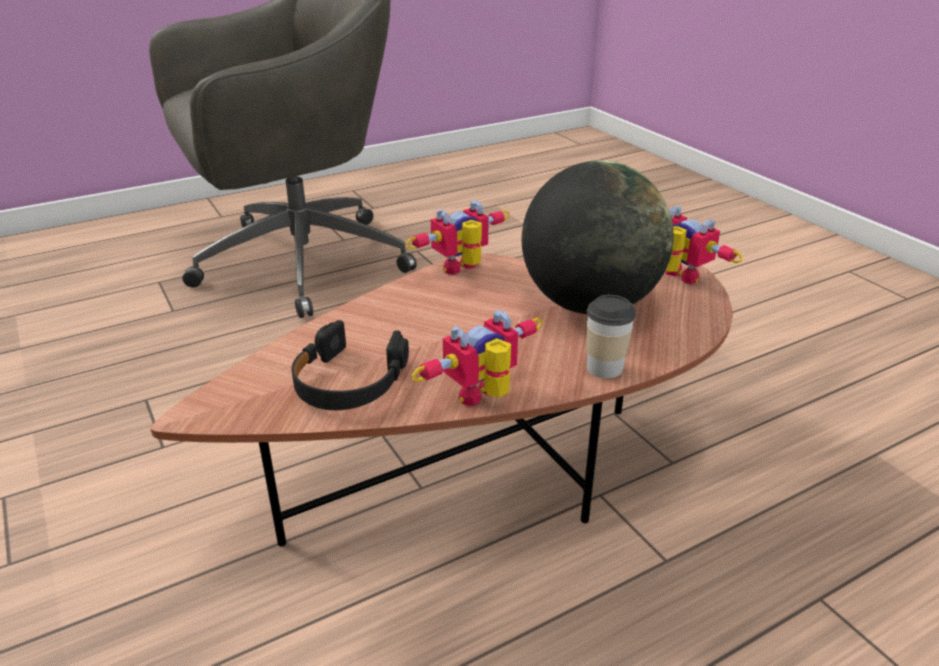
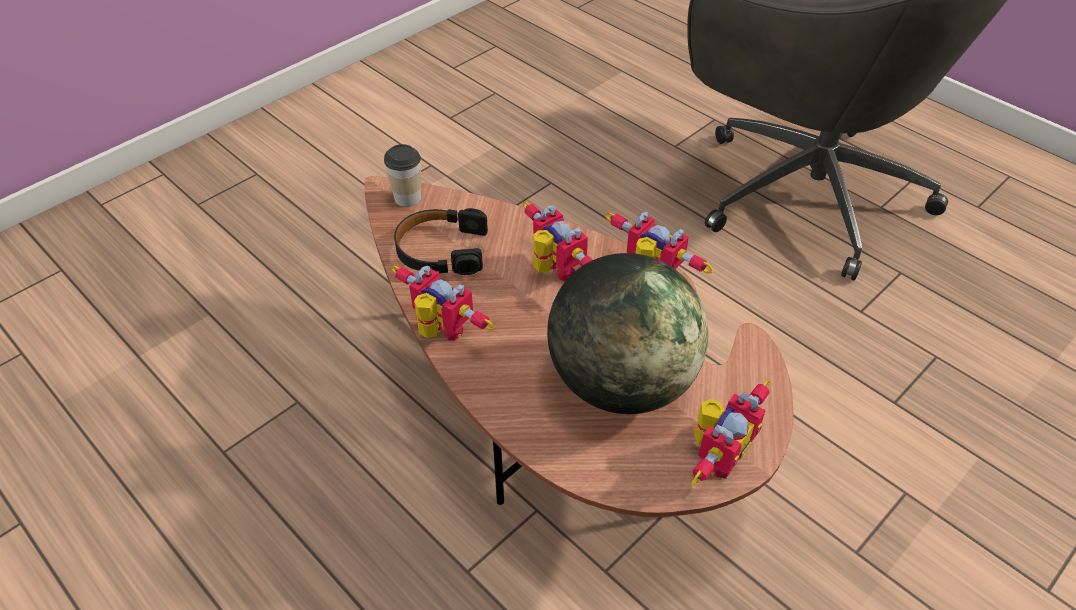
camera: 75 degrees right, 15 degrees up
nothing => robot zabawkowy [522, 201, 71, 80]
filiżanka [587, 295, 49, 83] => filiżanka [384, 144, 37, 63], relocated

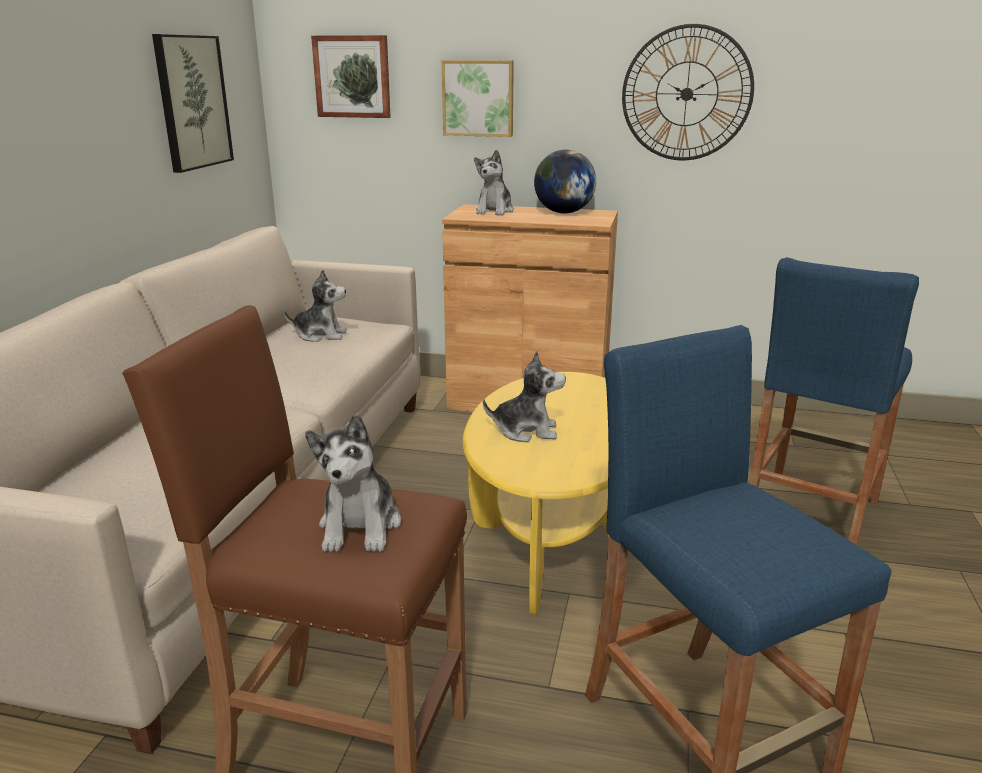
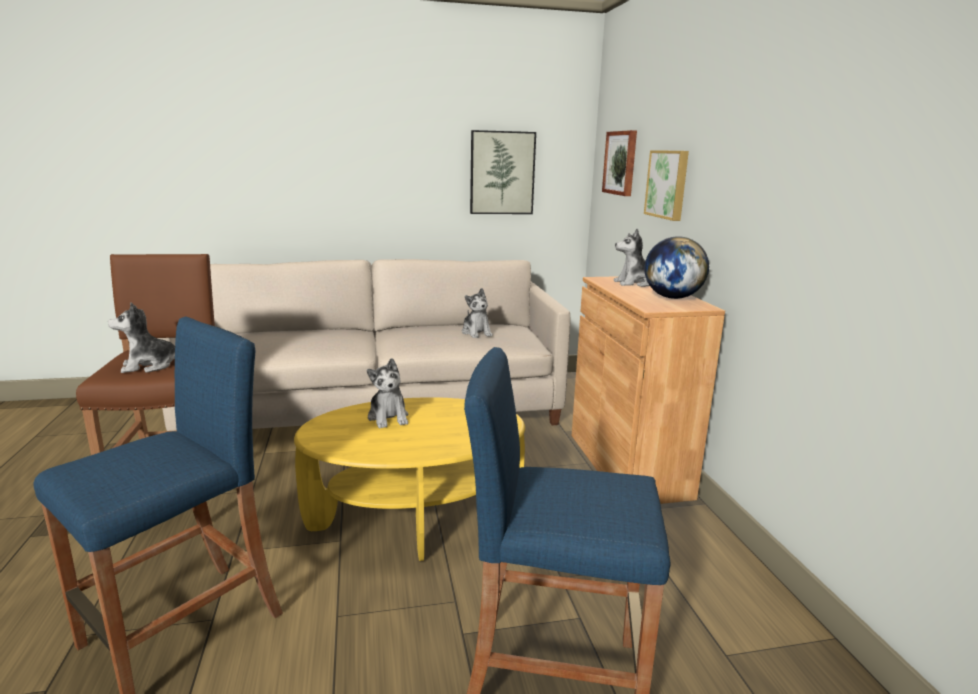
camera: 65 degrees right, 5 degrees down
zegar ścienny [622, 24, 132, 136] => nothing

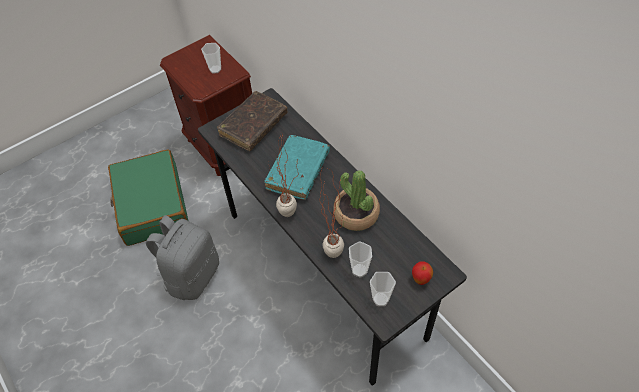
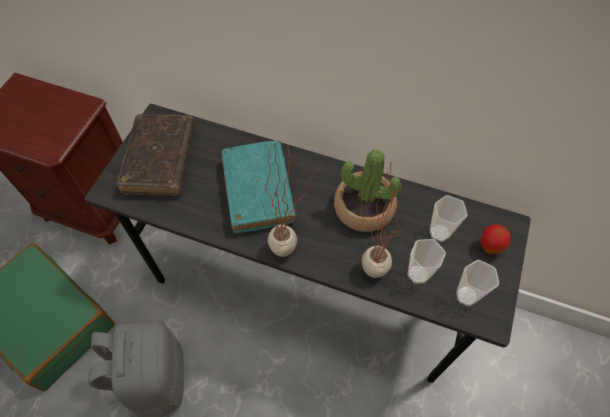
camera: 35 degrees left, 5 degrees up
filiżanka [201, 43, 20, 30] => filiżanka [430, 195, 38, 47], relocated

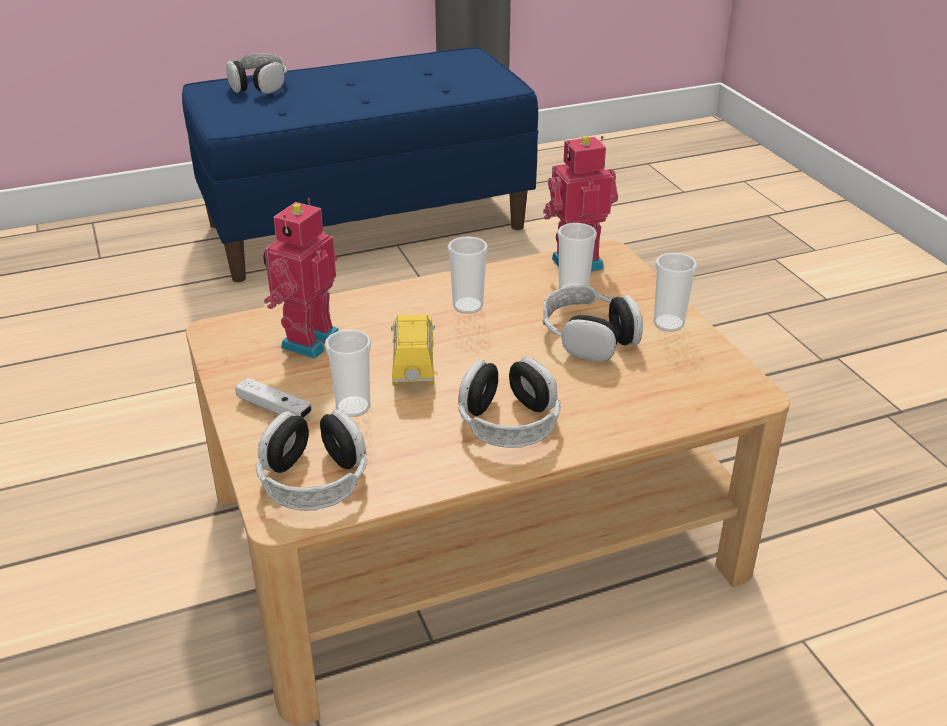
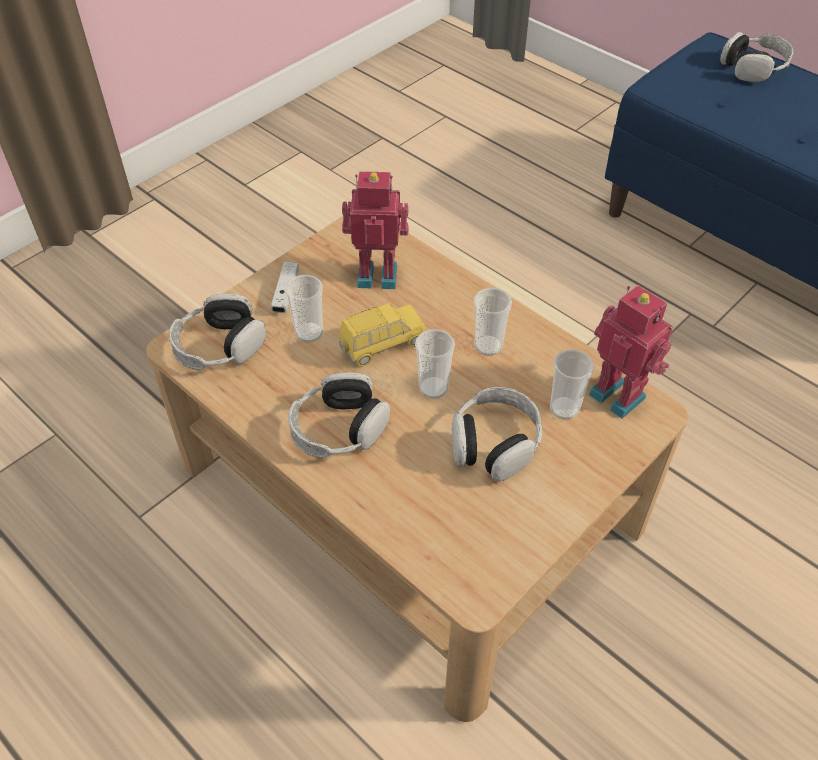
camera: 65 degrees right, 15 degrees up
filiżanka [653, 252, 44, 80] => filiżanka [415, 329, 40, 70], relocated

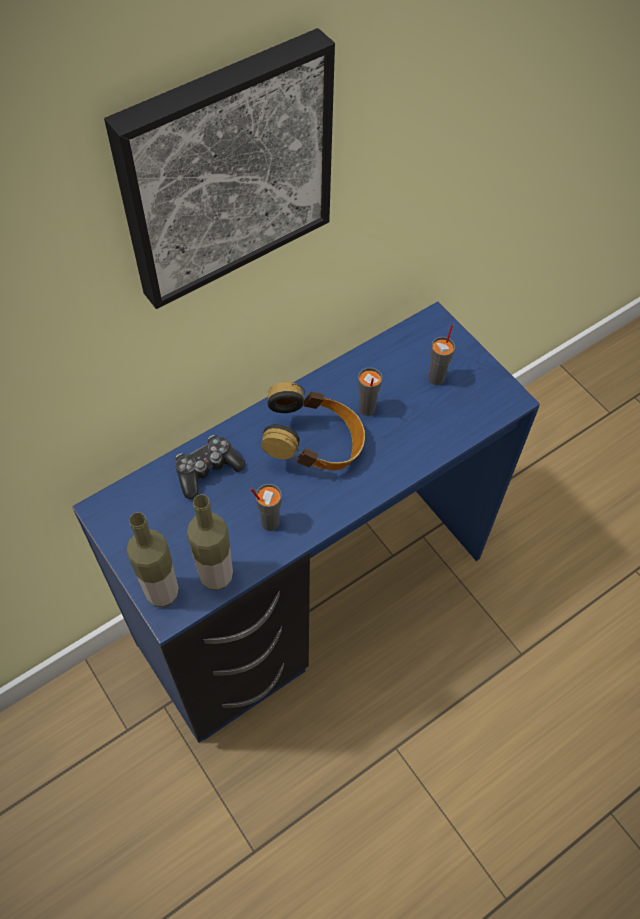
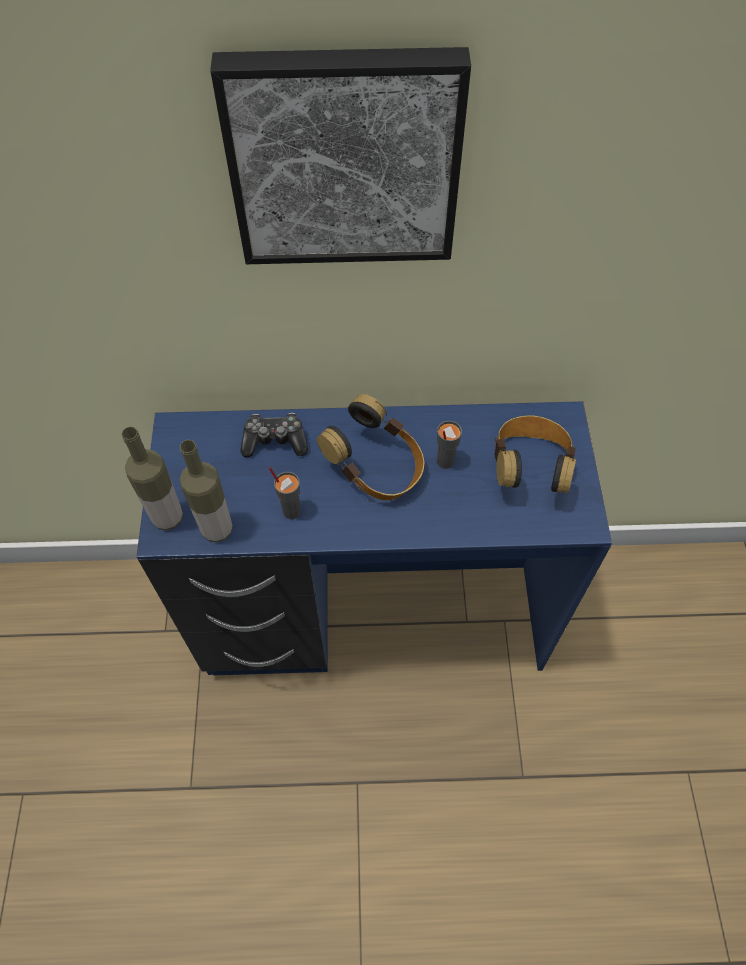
camera: 35 degrees right, 0 degrees up
filiżanka [szary] [428, 324, 27, 61] => słuchawki [494, 416, 82, 77]

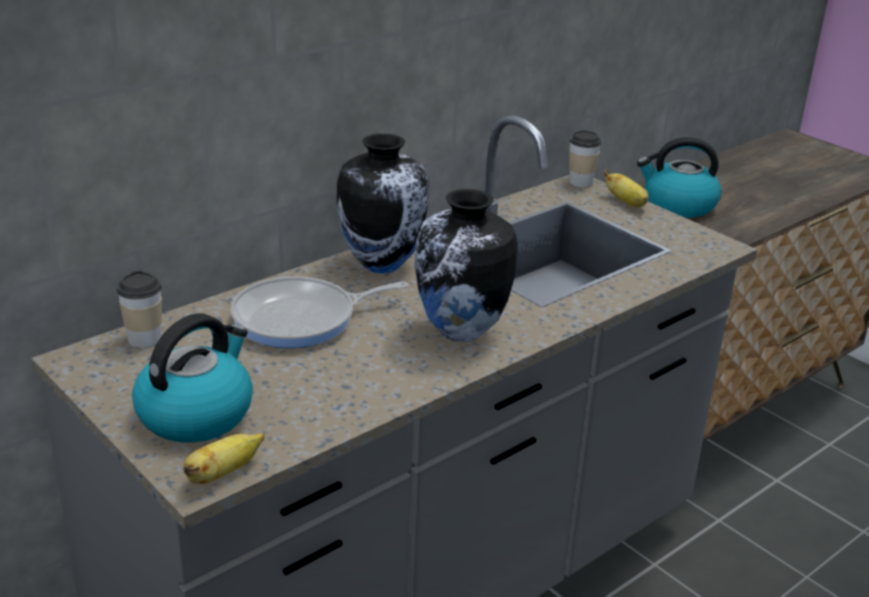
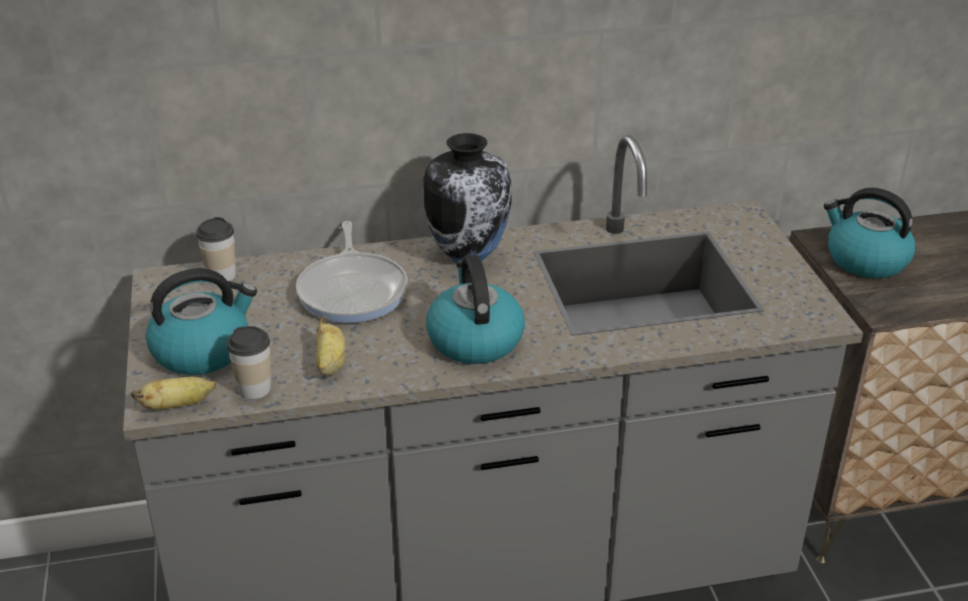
camera: 30 degrees right, 5 degrees up
filiżanka [569, 131, 33, 56] => filiżanka [227, 326, 44, 73], relocated
banan [604, 170, 45, 37] => banan [316, 316, 30, 60], relocated
wazon [415, 189, 103, 153] => czajnik [426, 255, 99, 109]
patelnia [231, 277, 177, 71] => patelnia [296, 221, 112, 102], 105 degrees counterclockwise

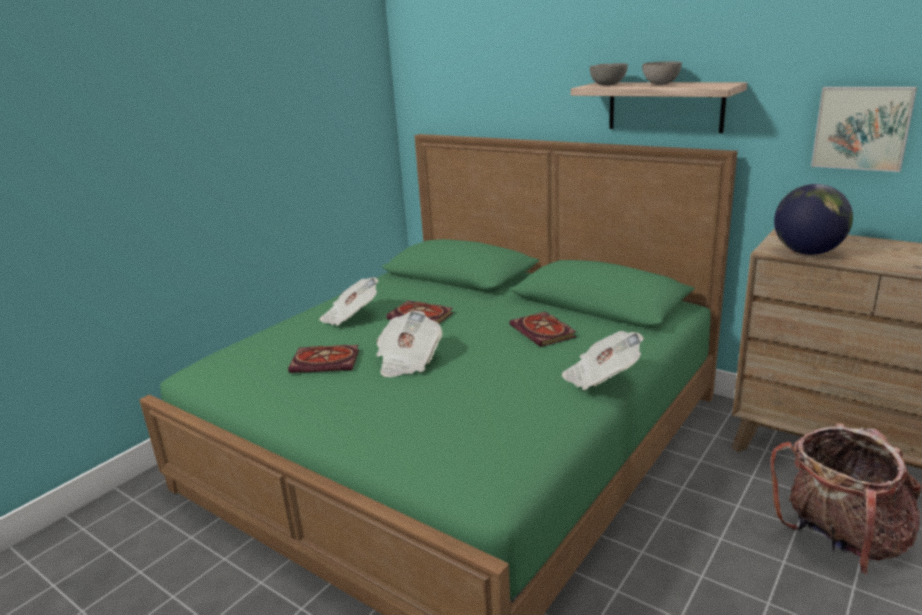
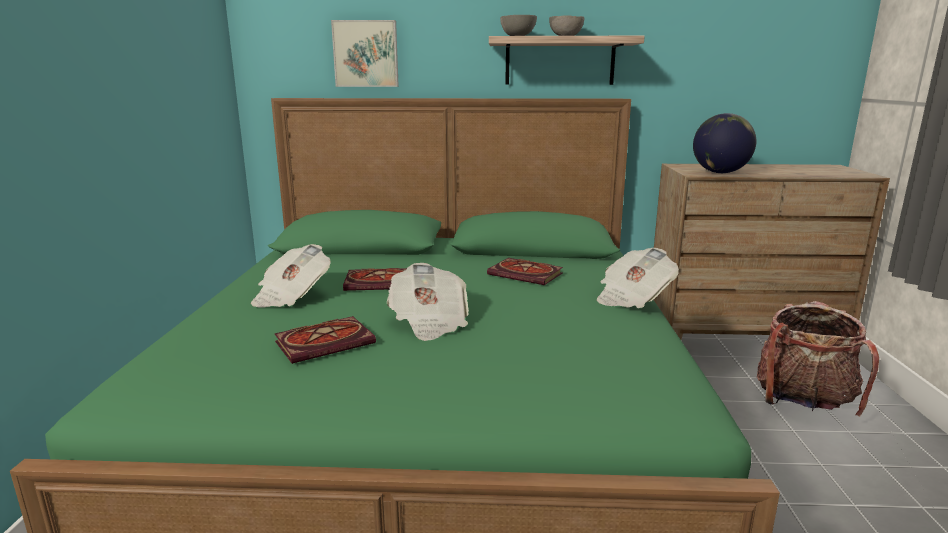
camera: 35 degrees left, 5 degrees down
obraz [811, 87, 106, 85] => obraz [331, 20, 68, 67], relocated

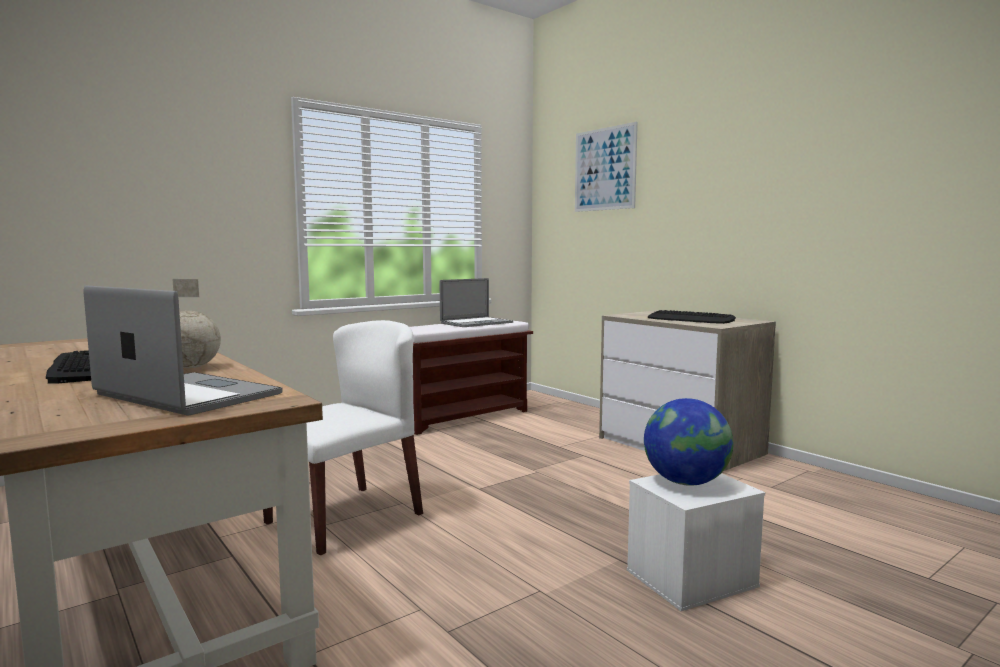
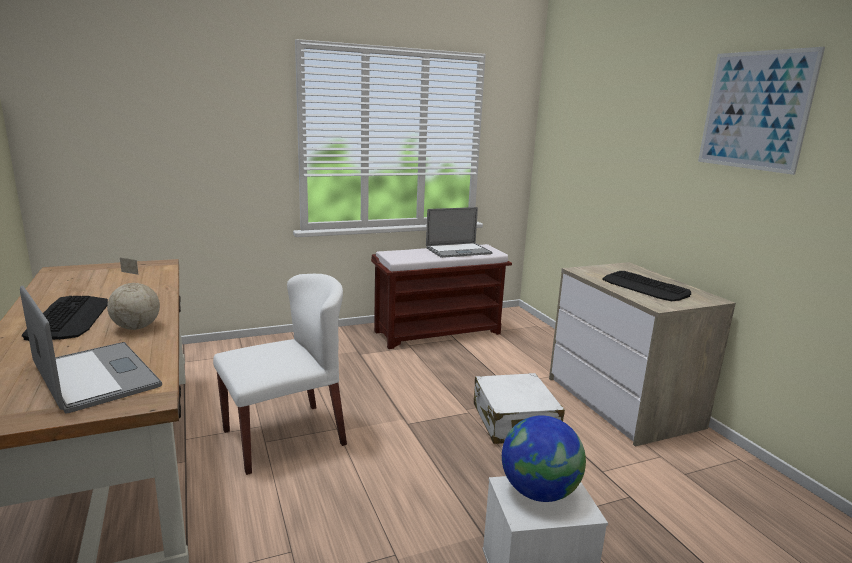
camera: 15 degrees right, 10 degrees up
nothing => walizka [biały] [474, 373, 91, 71]
obraz [575, 122, 63, 90] => obraz [698, 47, 127, 128], relocated

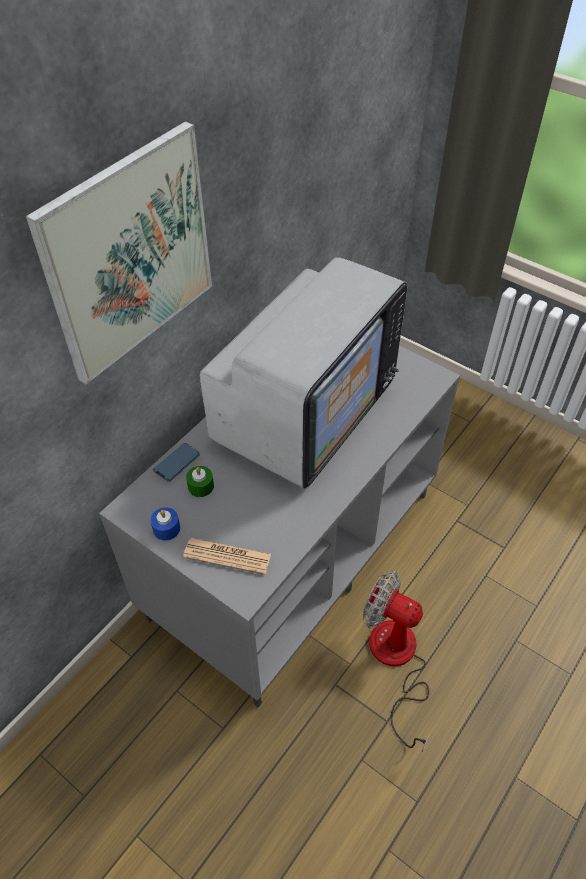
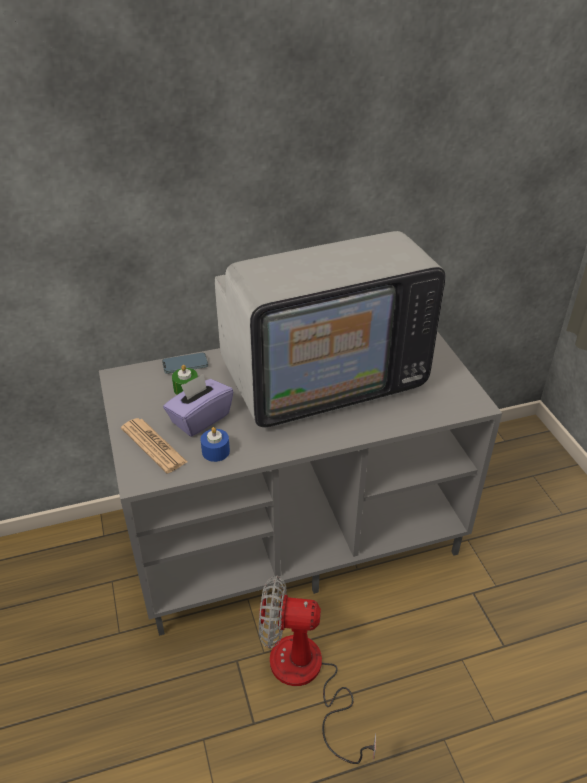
camera: 35 degrees right, 10 degrees down
obraz [26, 121, 186, 263] => nothing
nothing => pudełko chusteczek [fioletowy] [163, 374, 70, 63]
świeca [niebieski] [150, 507, 30, 33] => świeca [niebieski] [200, 427, 30, 35], relocated
wentylator [363, 570, 68, 181] => wentylator [259, 576, 117, 188], 60 degrees counterclockwise

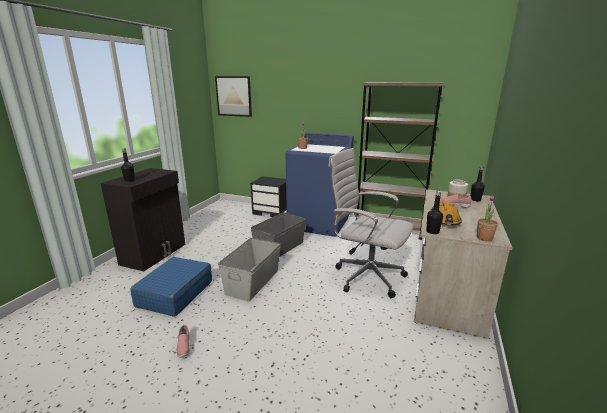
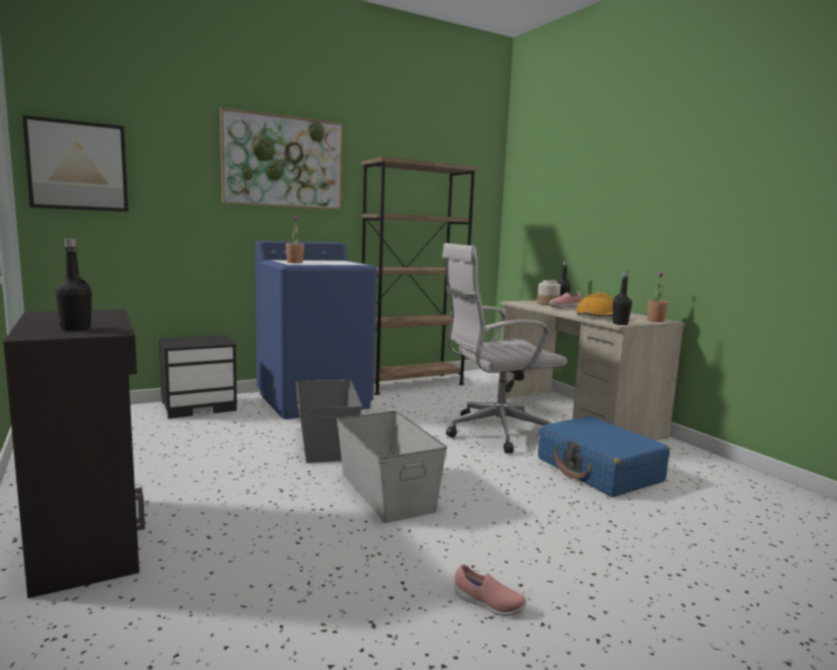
camera: 50 degrees left, 10 degrees down
nothing => obraz [220, 107, 122, 103]
walizka [niebieski] [130, 257, 82, 60] => walizka [niebieski] [538, 416, 132, 81], relocated

